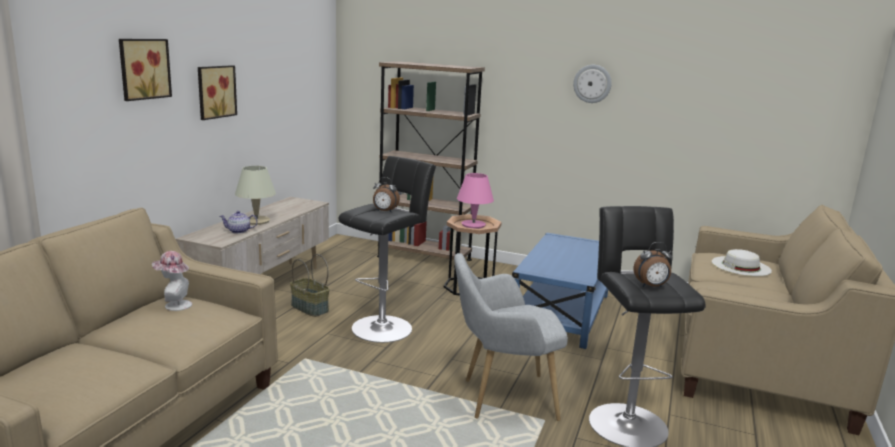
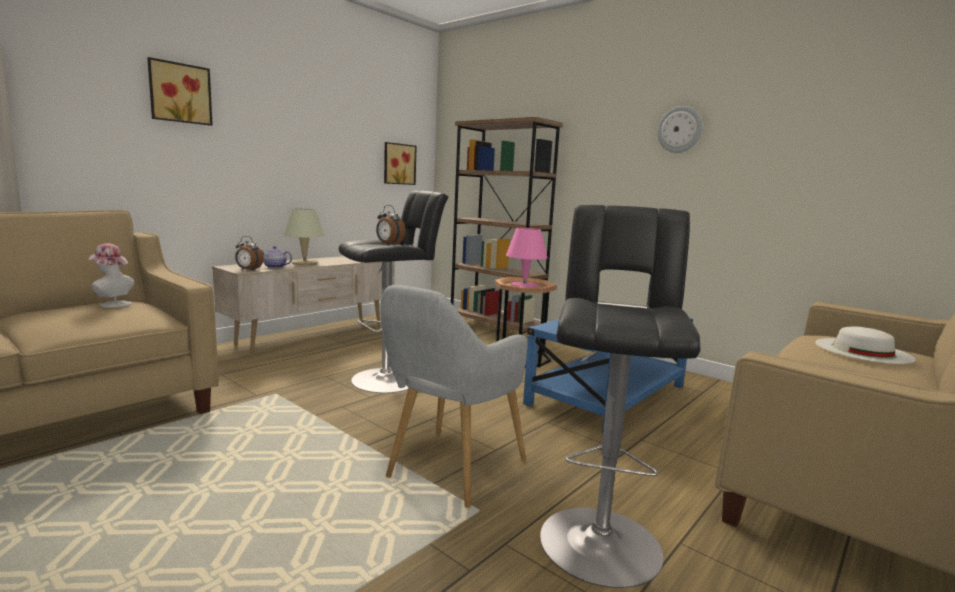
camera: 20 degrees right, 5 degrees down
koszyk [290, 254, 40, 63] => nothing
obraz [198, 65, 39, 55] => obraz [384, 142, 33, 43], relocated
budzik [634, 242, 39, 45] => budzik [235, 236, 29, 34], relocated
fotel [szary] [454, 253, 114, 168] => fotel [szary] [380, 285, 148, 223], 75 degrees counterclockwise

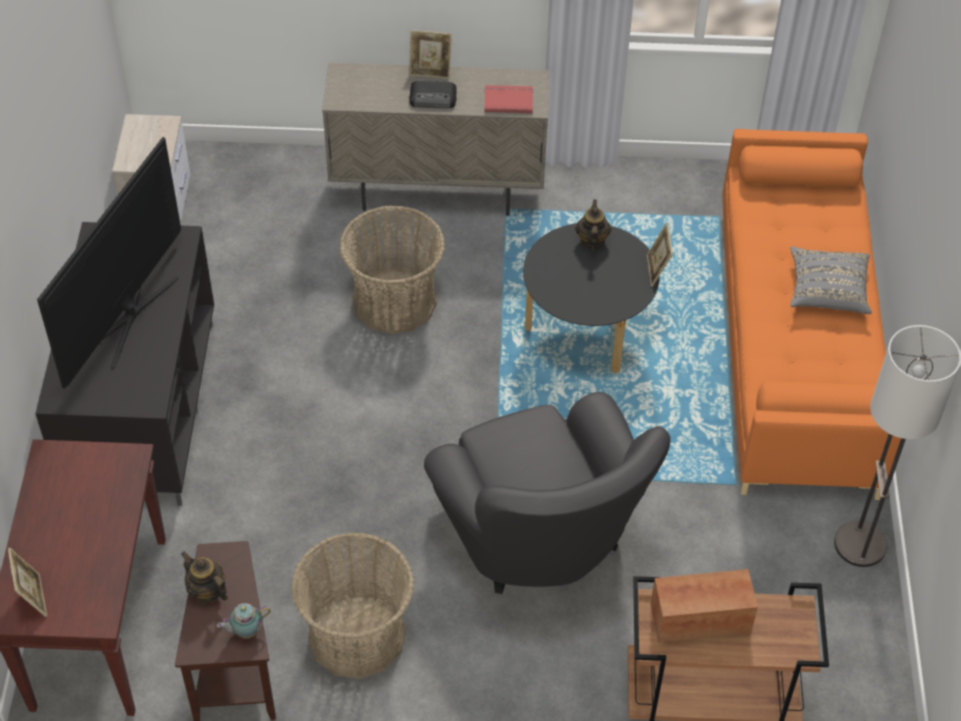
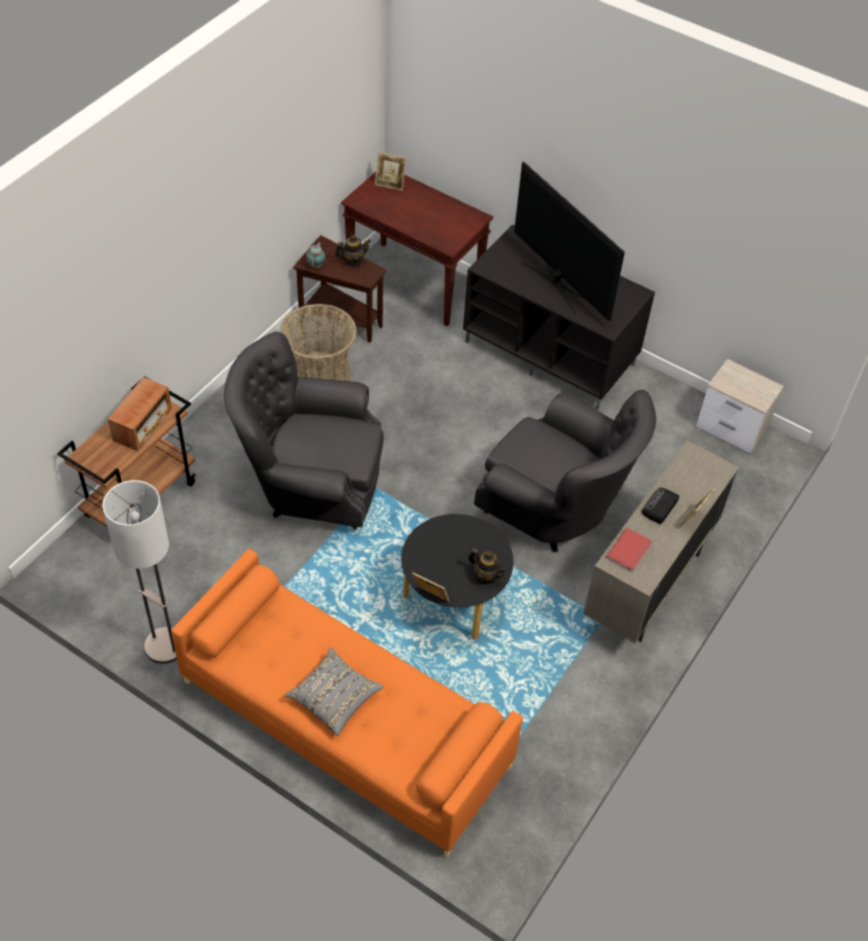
camera: 120 degrees right, 0 degrees up
koszyk [340, 205, 105, 129] => fotel [szary] [474, 390, 182, 162]

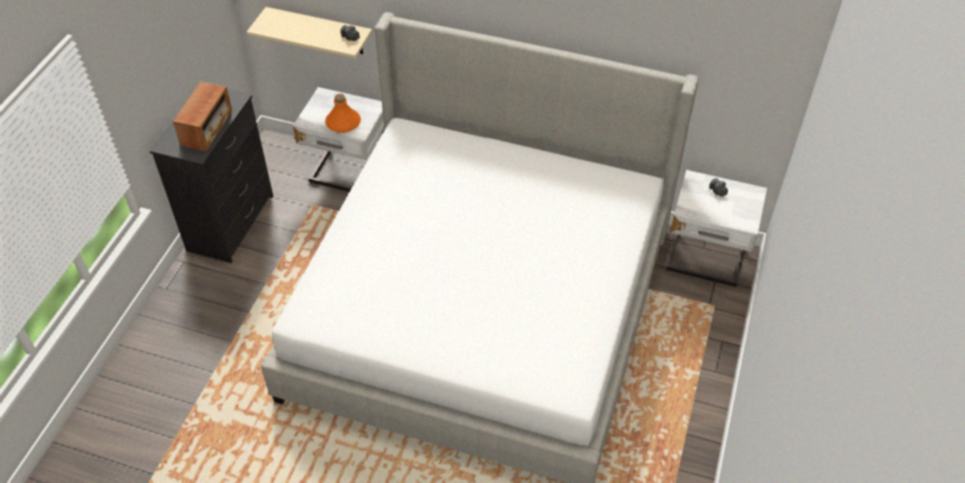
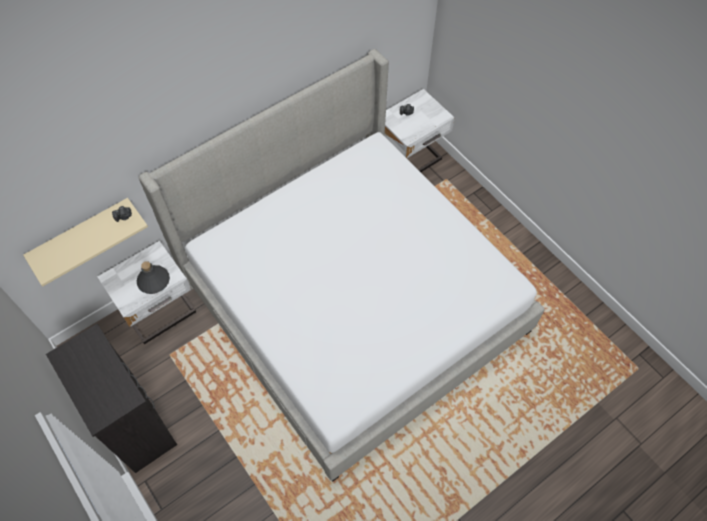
camera: 55 degrees left, 10 degrees up
radio [173, 82, 59, 69] => nothing
butelka [pomarańczowy] [325, 94, 36, 39] => butelka [szary] [137, 261, 33, 33]

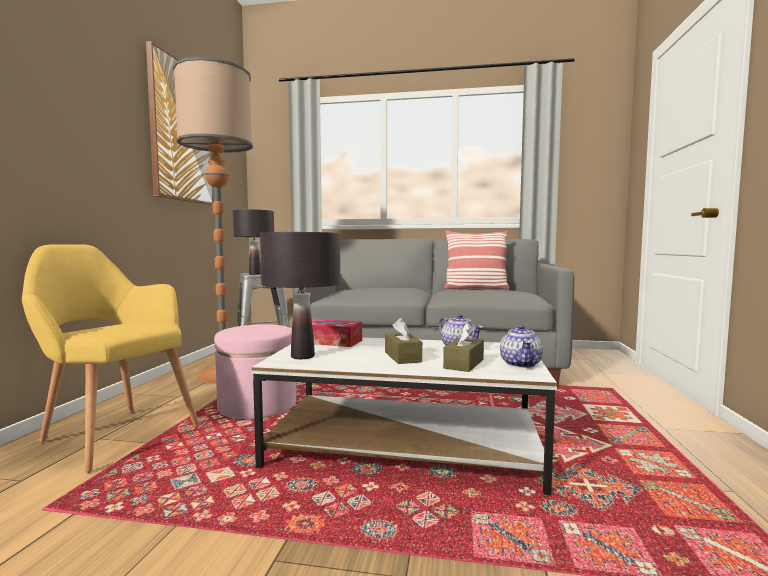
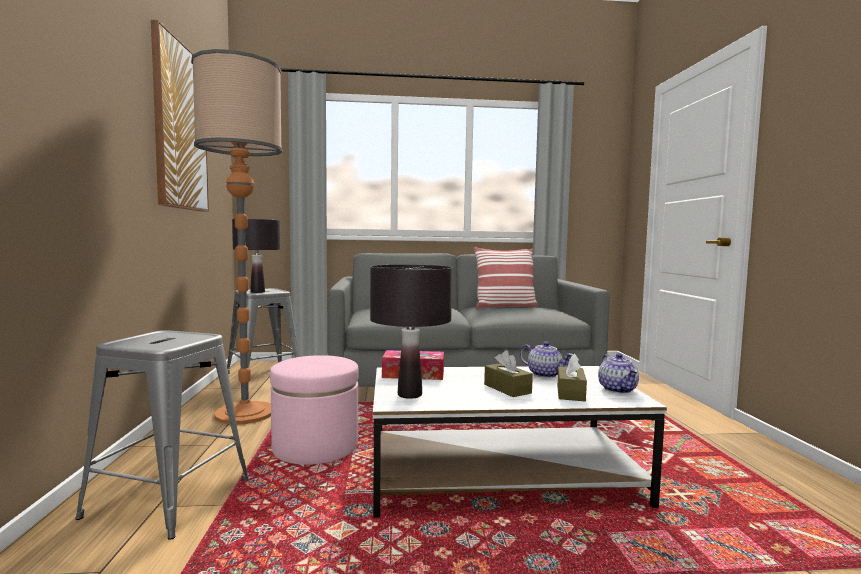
camera: 15 degrees left, 0 degrees up
fotel [żółty] [22, 244, 177, 229] => stołek [szary] [75, 330, 174, 210]

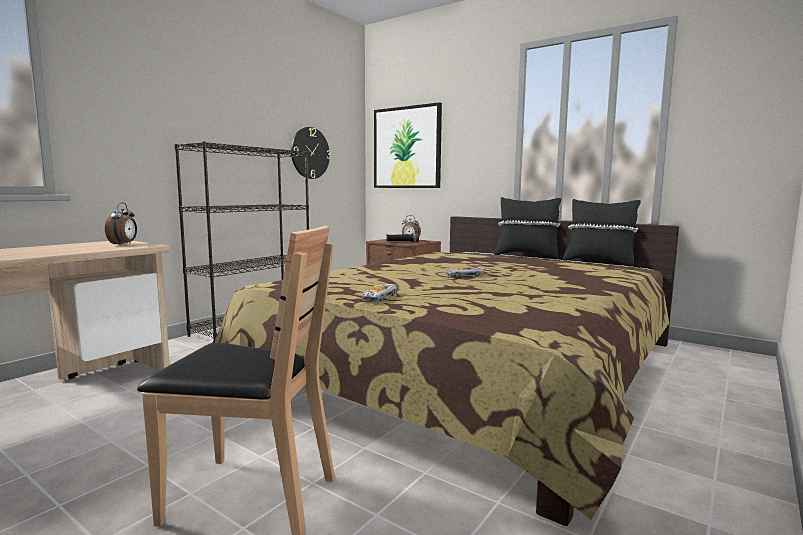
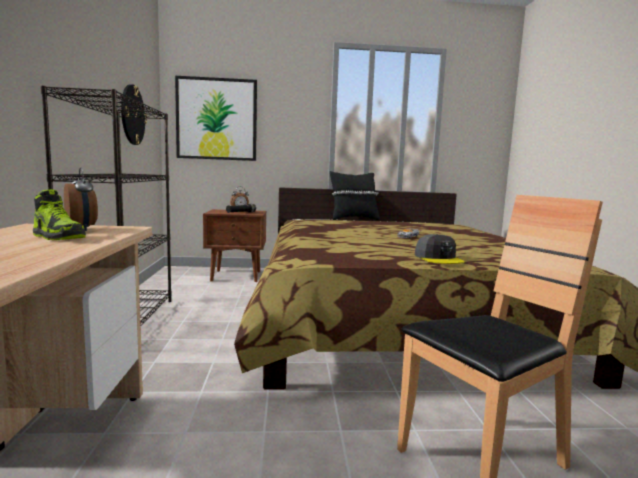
camera: 40 degrees left, 0 degrees up
poduszka [czarny] [563, 199, 78, 67] => nothing
nothing => but [33, 189, 53, 51]
samochodzik [361, 283, 39, 18] => czapka z daszkiem [szary] [415, 234, 50, 30]

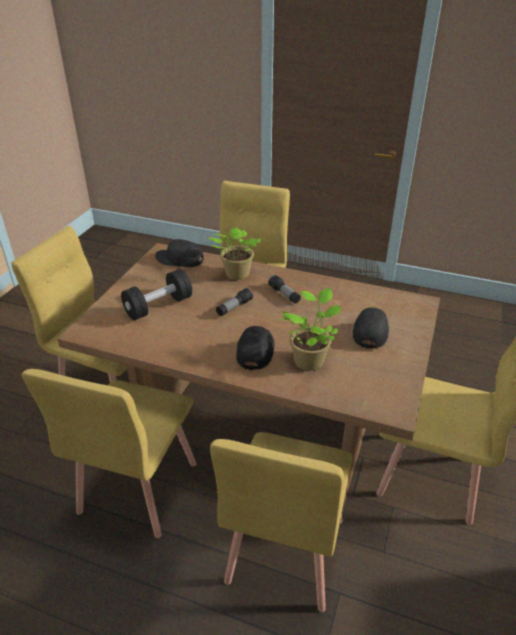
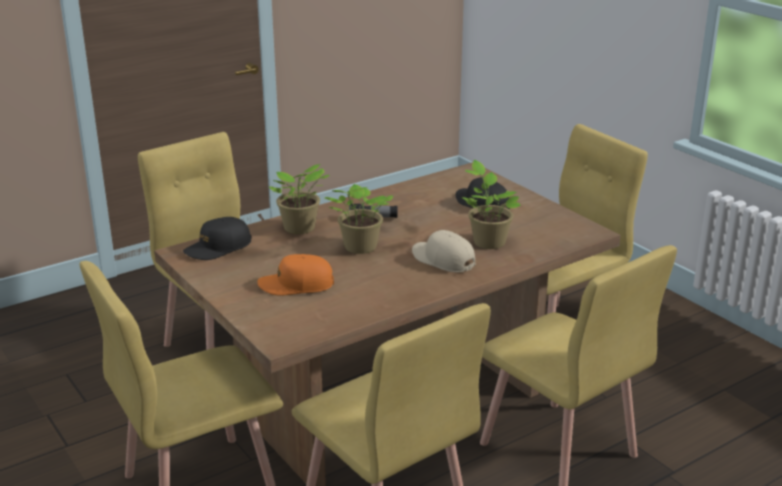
camera: 55 degrees left, 10 degrees down
hantel [czarny] [121, 269, 72, 51] => czapka z daszkiem [pomarańczowy] [257, 254, 77, 42]
latarka [216, 288, 37, 28] => roślina doniczkowa [325, 184, 68, 70]
czapka z daszkiem [czarny] [236, 326, 39, 44] => czapka z daszkiem [beżowy] [412, 230, 63, 42]

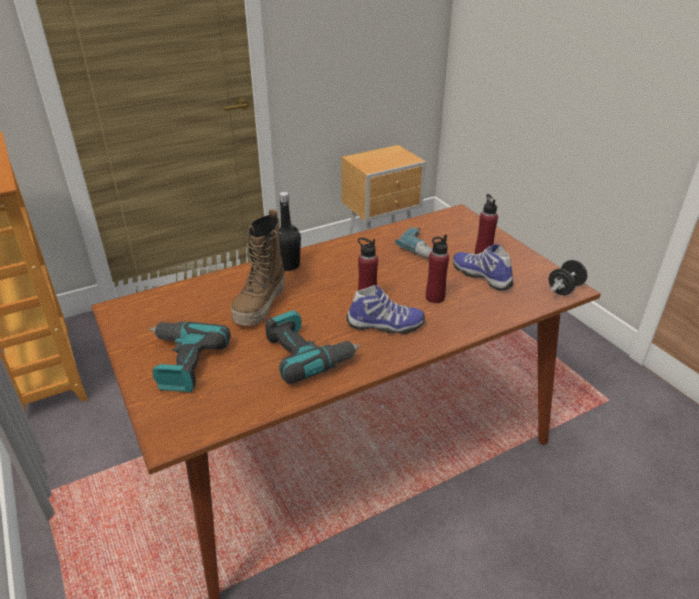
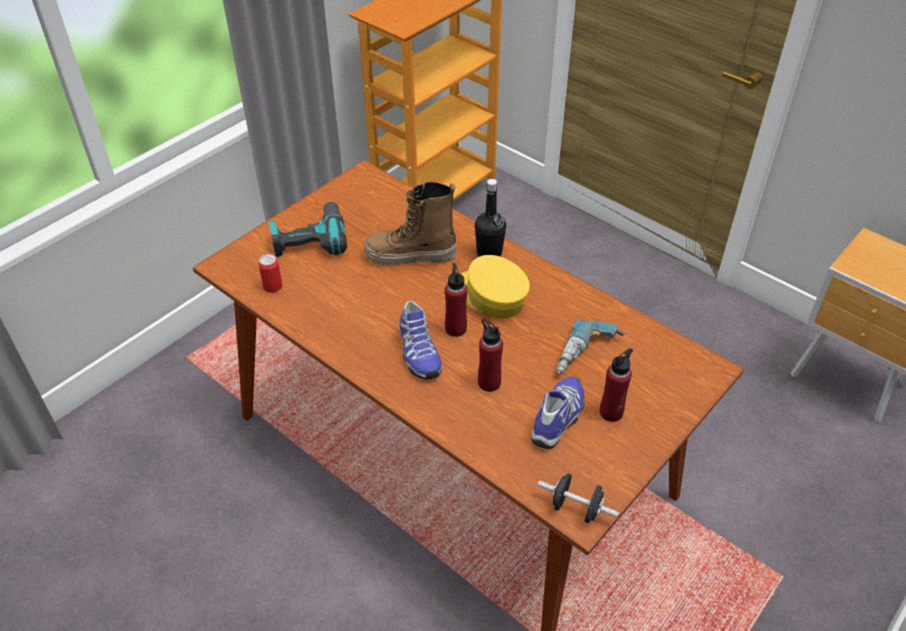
camera: 70 degrees right, 10 degrees up
wiertarka [265, 310, 95, 74] => nothing
nothing => puszka [258, 254, 25, 39]
nothing => czapka z daszkiem [żółty] [461, 255, 69, 63]

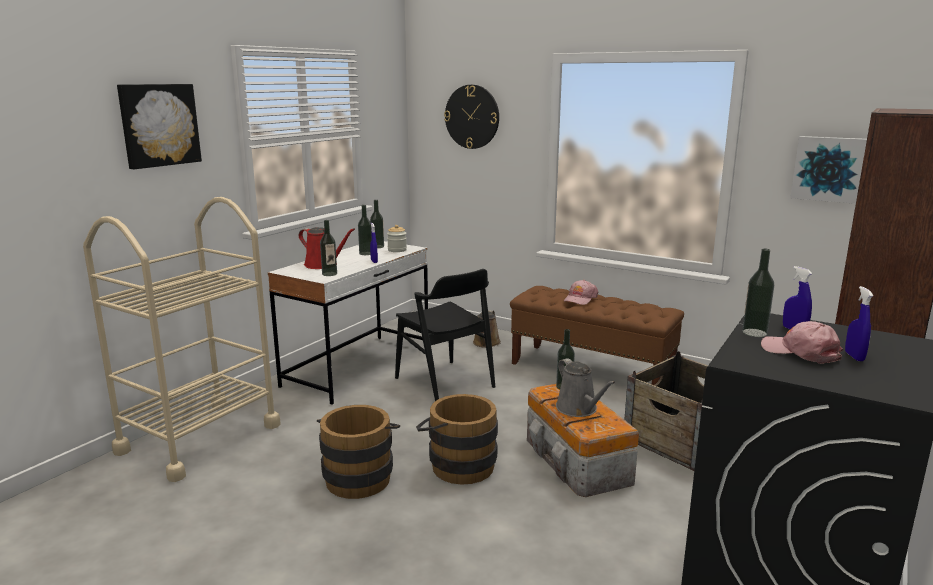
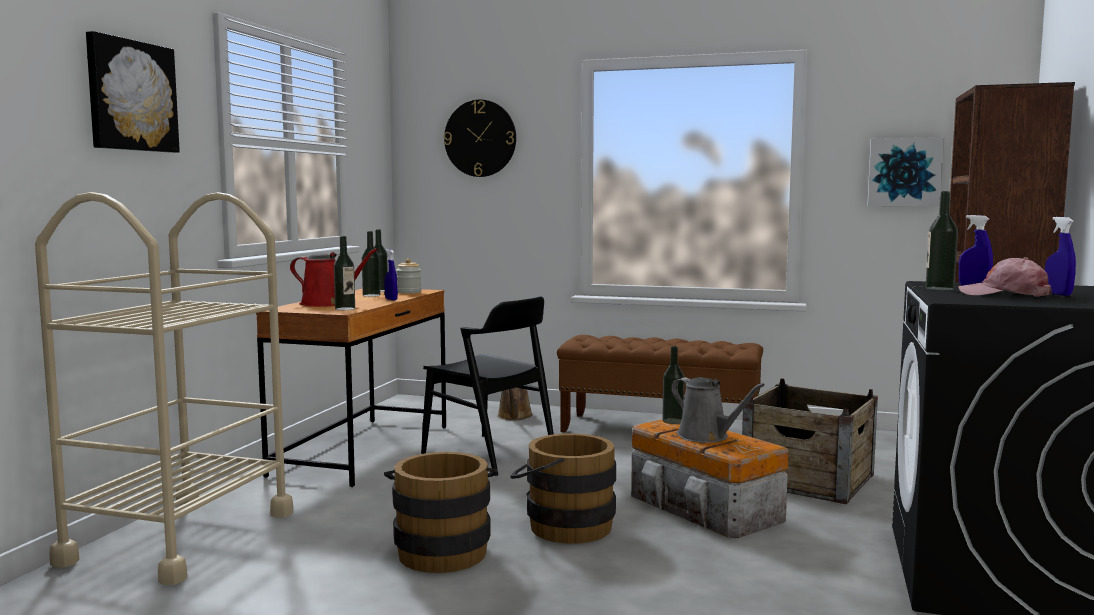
camera: 15 degrees left, 10 degrees down
czapka z daszkiem [różowy] [564, 280, 34, 25] => nothing
biurko [biały] [268, 241, 160, 164] => biurko [brązowy] [256, 289, 190, 198]

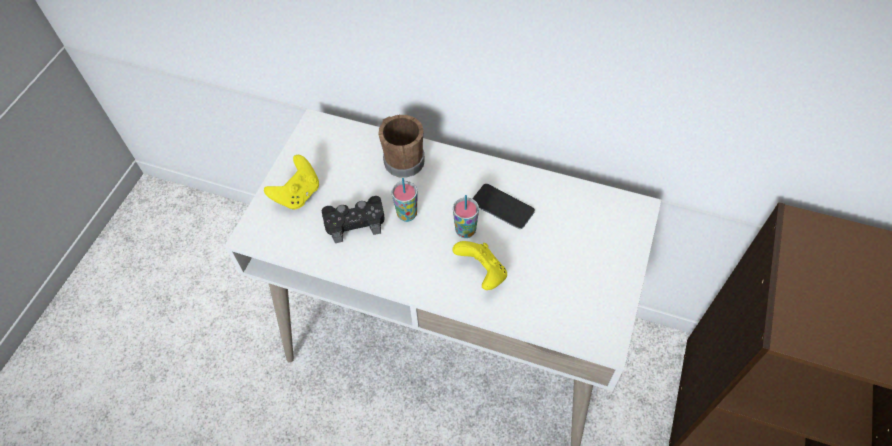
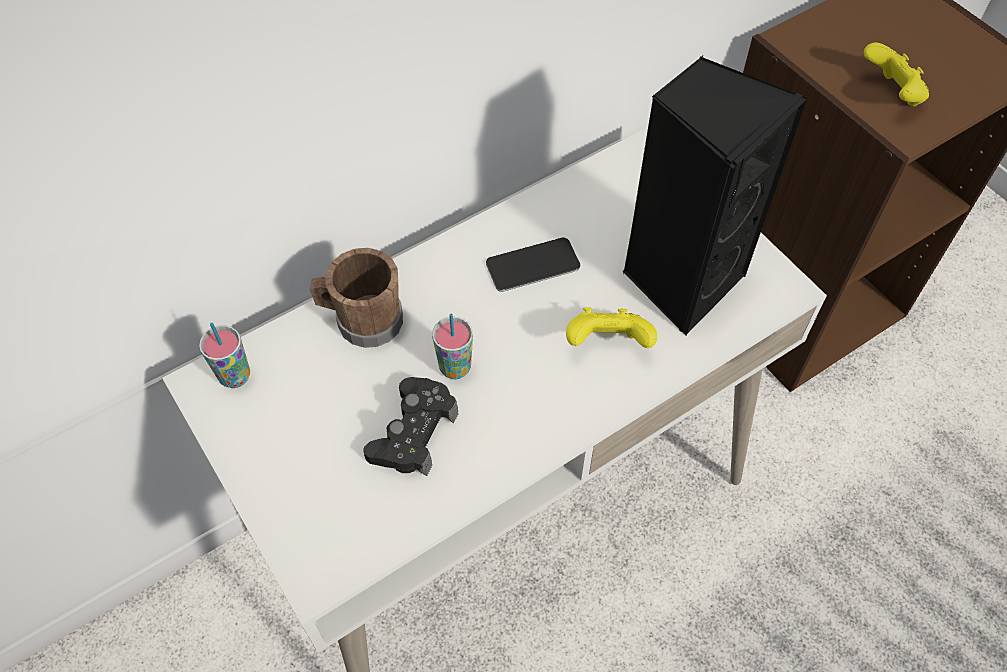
camera: 55 degrees left, 0 degrees up
nothing => głośnik [czarny] [623, 56, 185, 280]
pad do gier [żółty] [264, 155, 55, 55] => pad do gier [żółty] [864, 42, 65, 65], relocated
filiżanka [453, 195, 26, 43] => filiżanka [199, 323, 51, 65], relocated

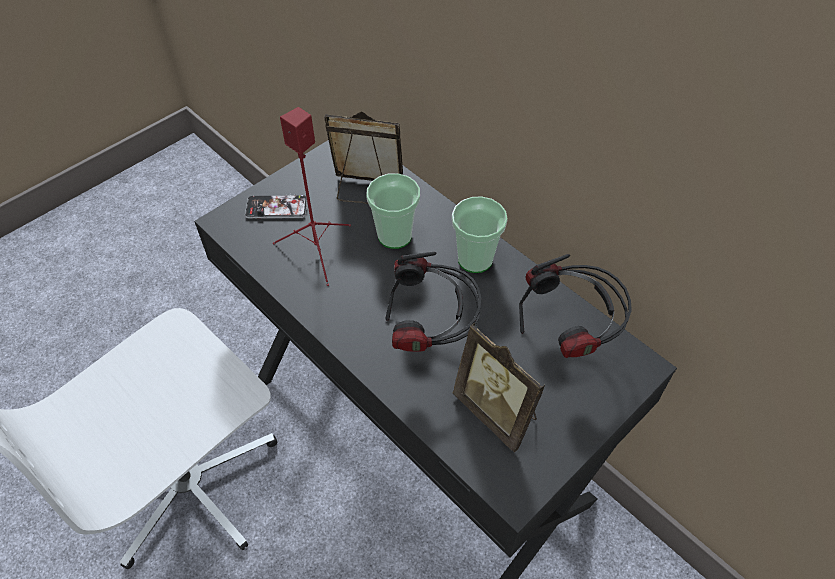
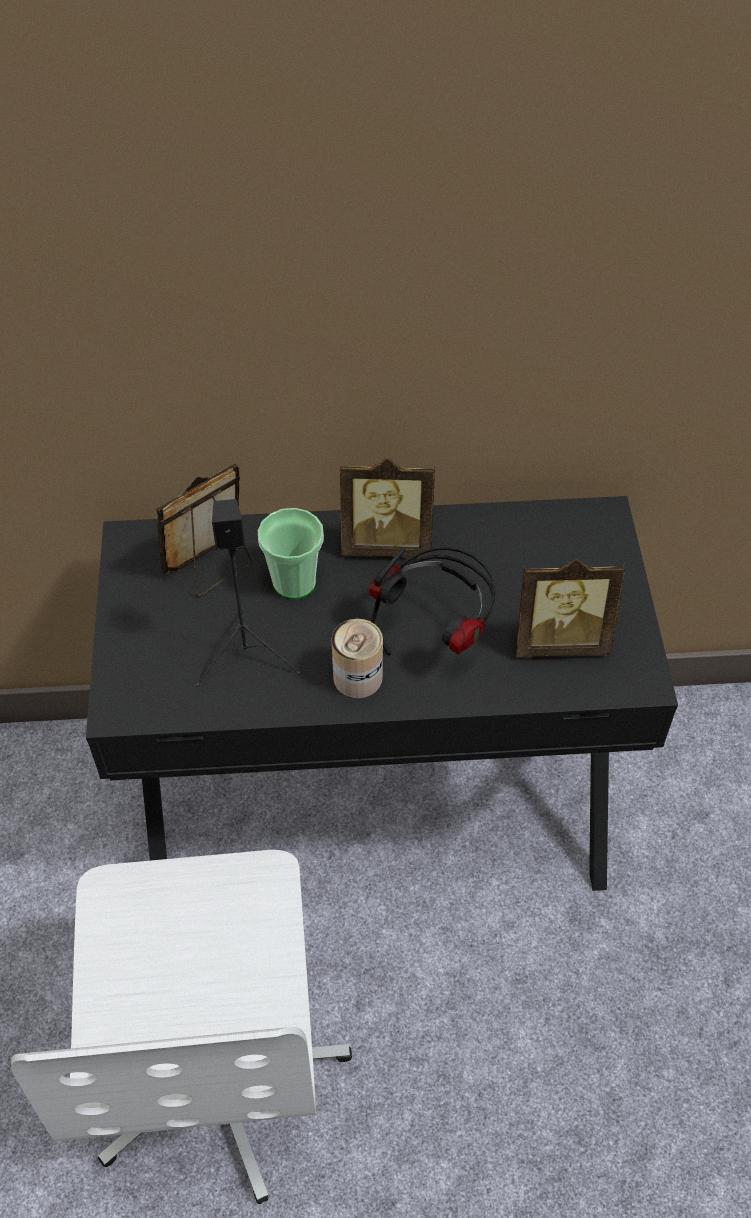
camera: 50 degrees left, 0 degrees up
telefon [245, 195, 62, 24] => nothing
słuchawki [519, 254, 113, 104] => nothing
nothing => puszka [331, 619, 52, 79]
filiżanka [452, 196, 56, 77] => ramka na zdjęcie [340, 458, 95, 100]
głośnik [czerwony] [273, 107, 78, 179] => głośnik [czarny] [196, 499, 105, 188]

